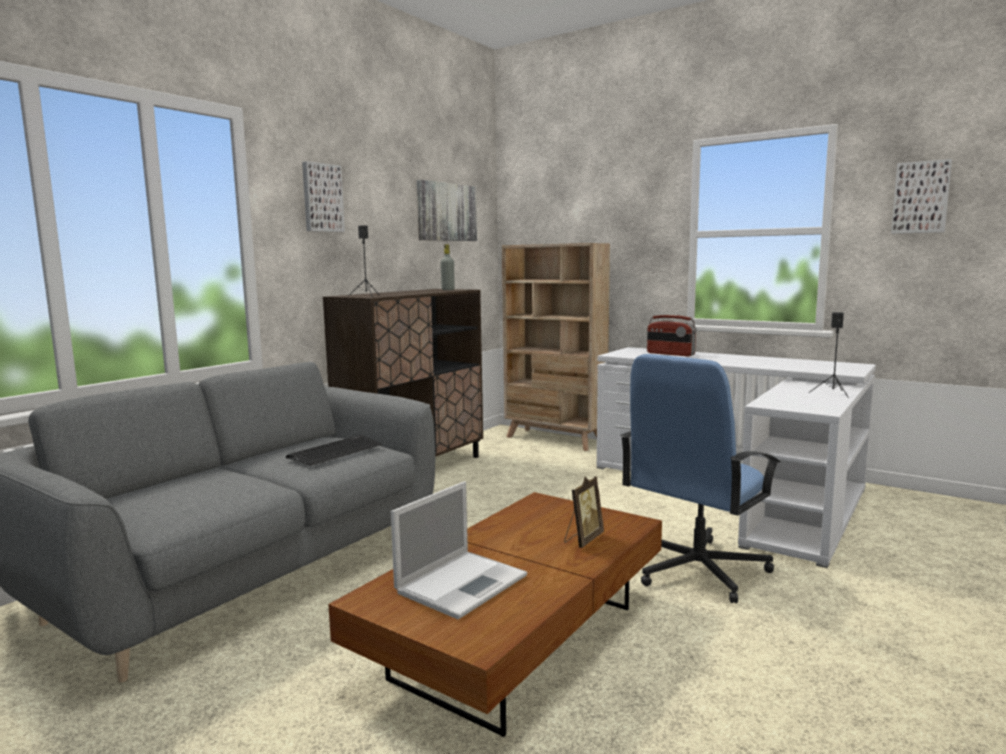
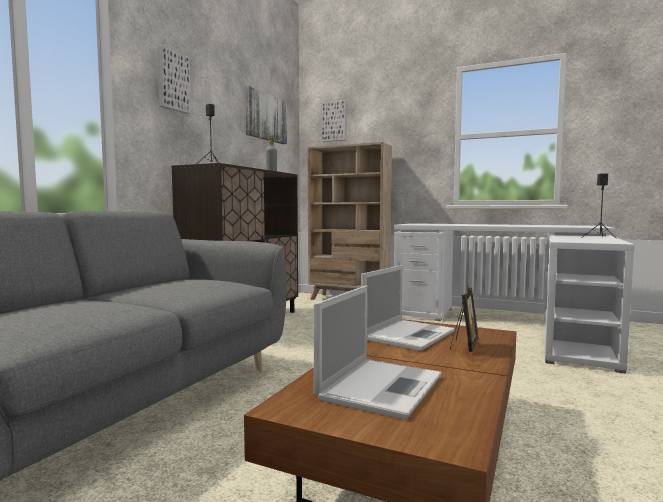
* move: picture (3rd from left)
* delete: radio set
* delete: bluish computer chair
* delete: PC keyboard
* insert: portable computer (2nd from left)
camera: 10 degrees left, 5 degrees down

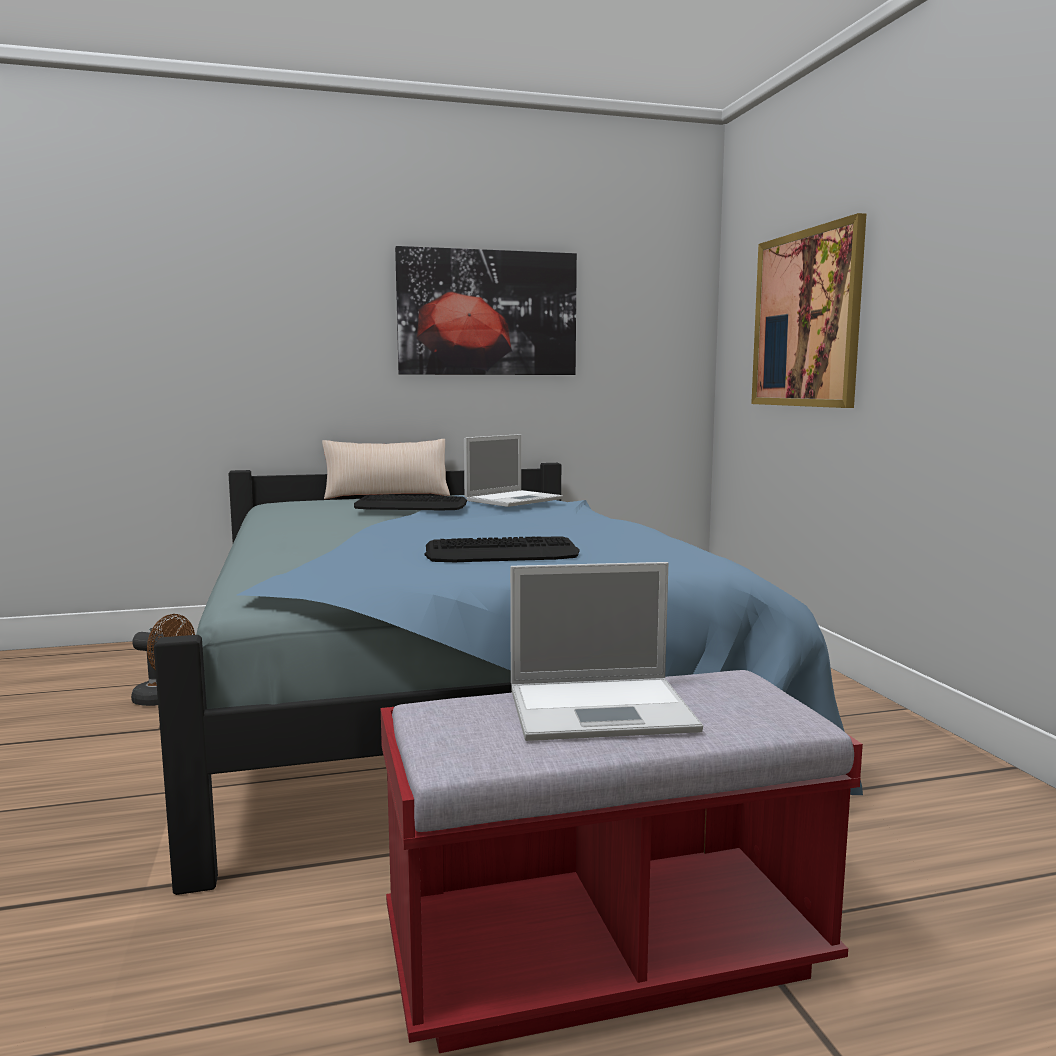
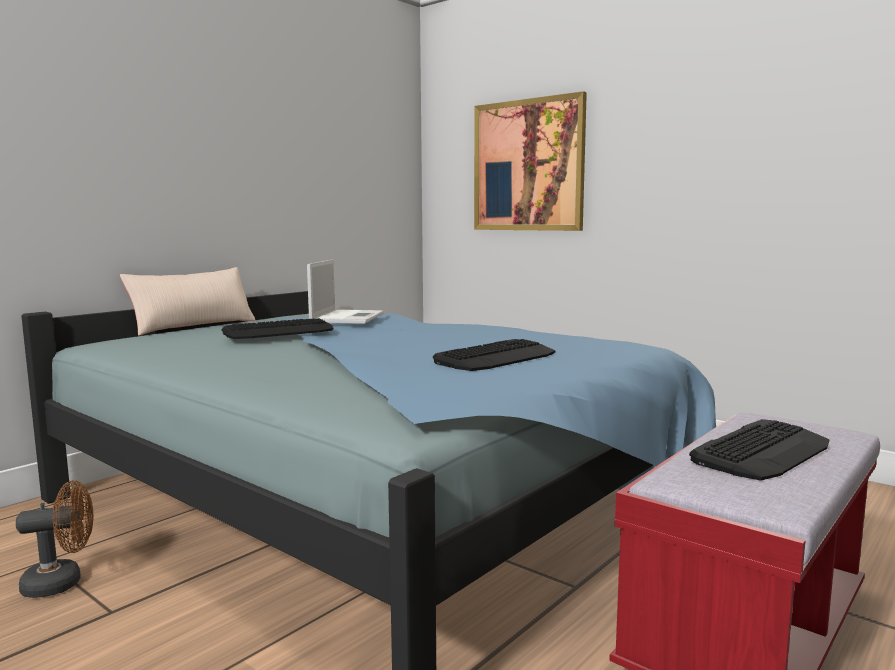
* delete: picture (1st from left)
* replace: portable computer (2nd from left) to PC keyboard (3rd from left)
camera: 35 degrees left, 0 degrees up

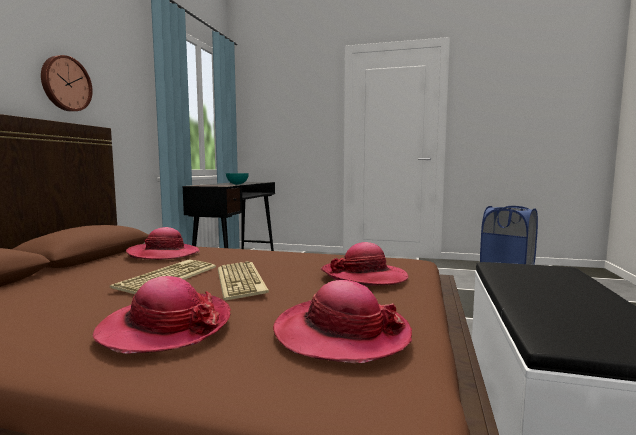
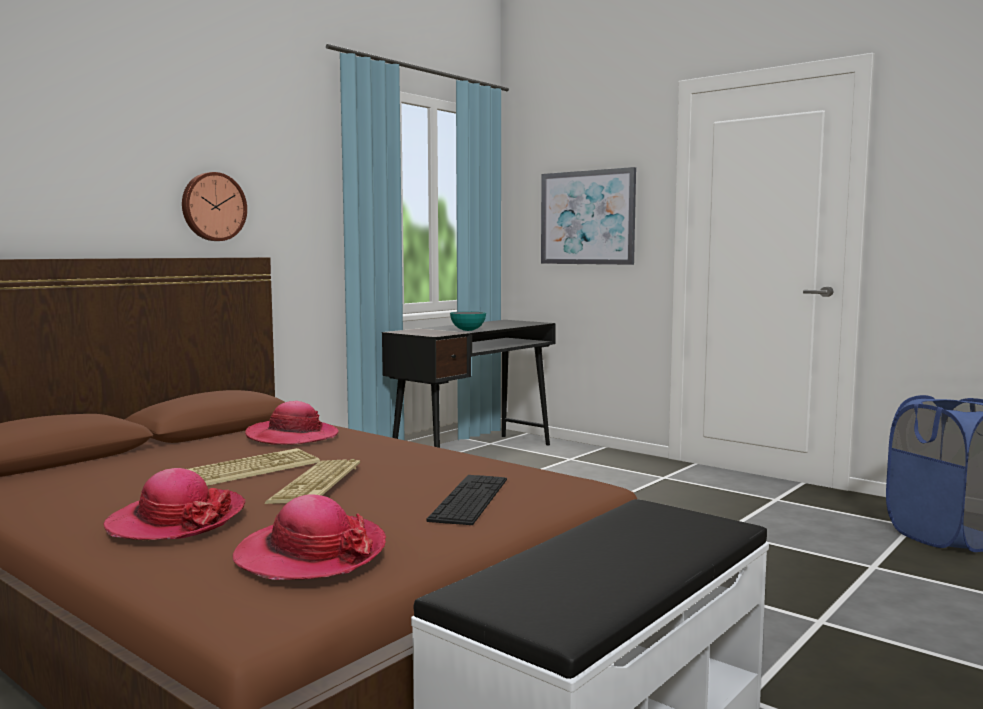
* replace: wearable hat (4th from left) to PC keyboard (3rd from left)
* insert: picture
camera: 25 degrees right, 0 degrees up

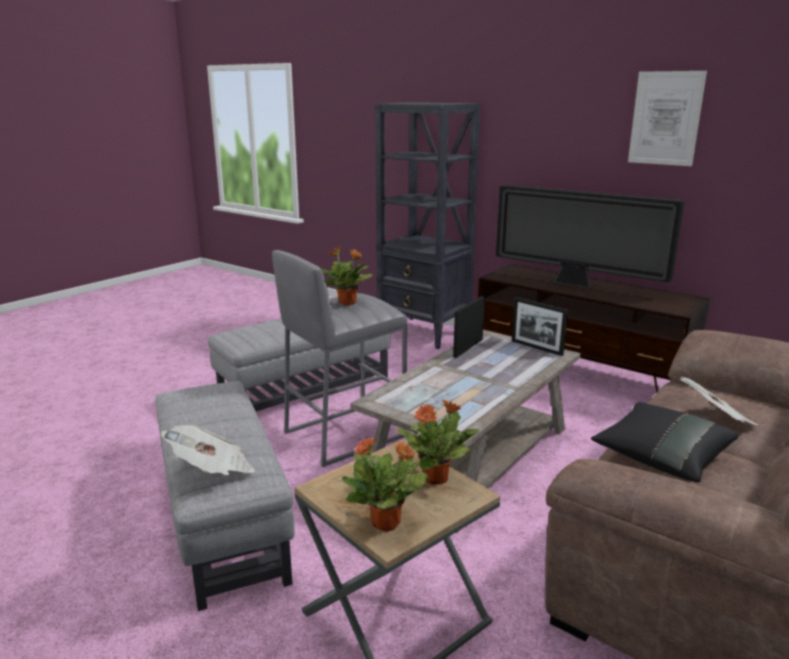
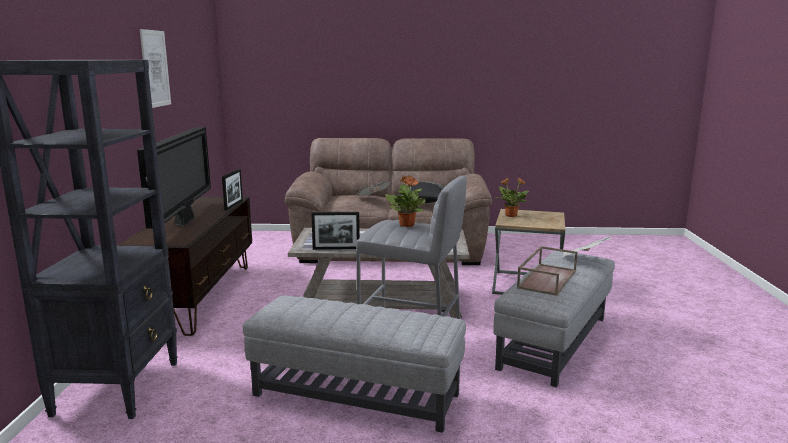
* move: photo frame (2nd from left in the first image) to photo frame (1st from left)
* delete: houseplant (2nd from left)
* insert: brown-coloured tray
camera: 125 degrees left, 5 degrees down

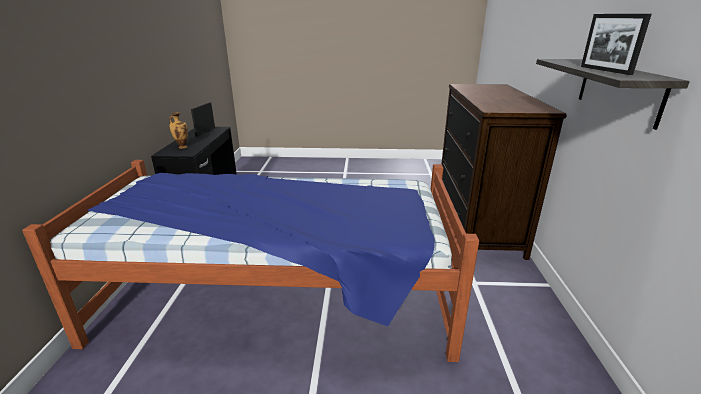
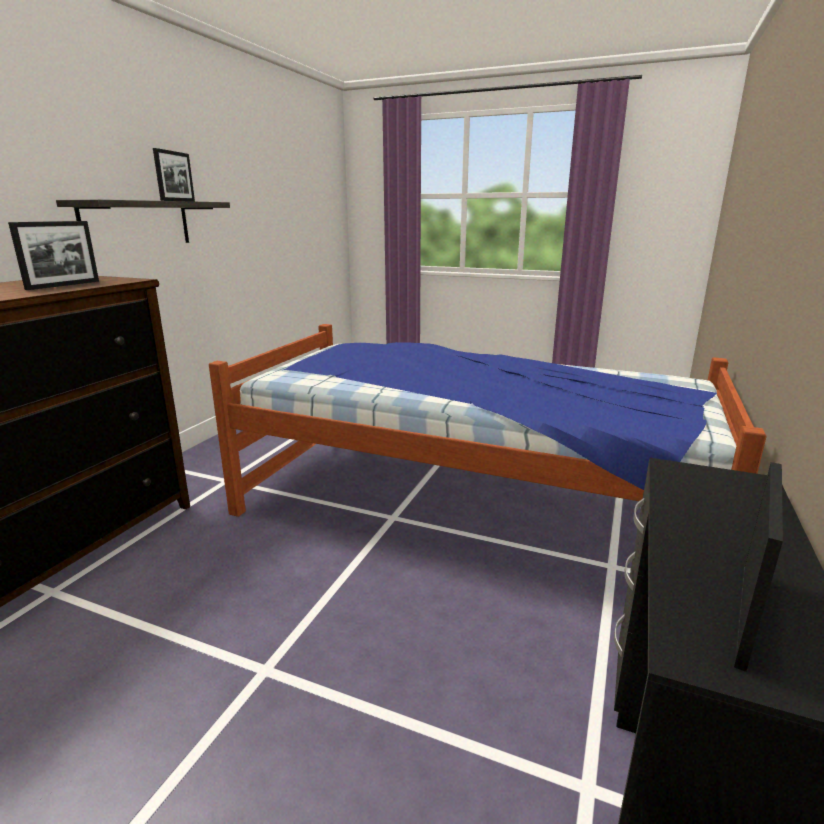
* delete: decorative vase
* insert: photo frame (1st from left)
camera: 160 degrees left, 5 degrees down

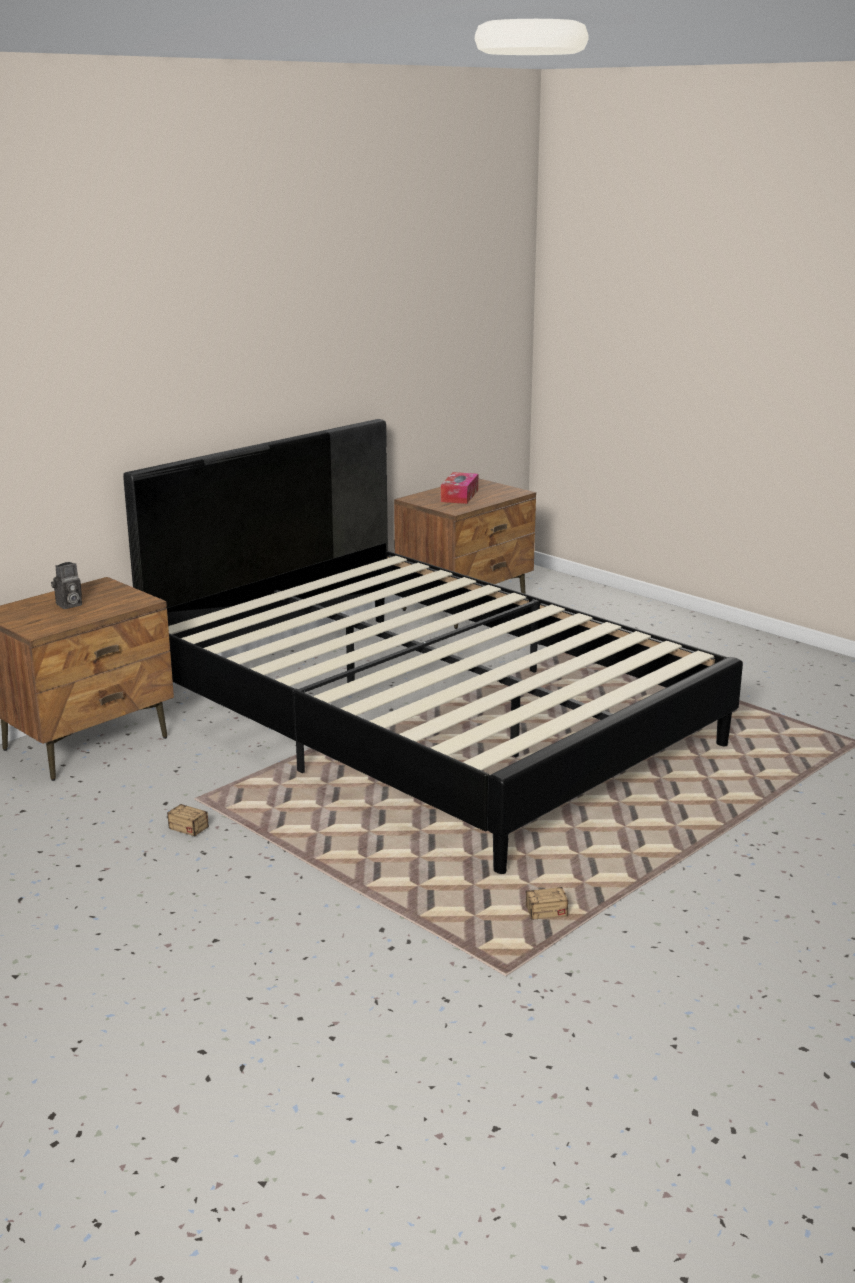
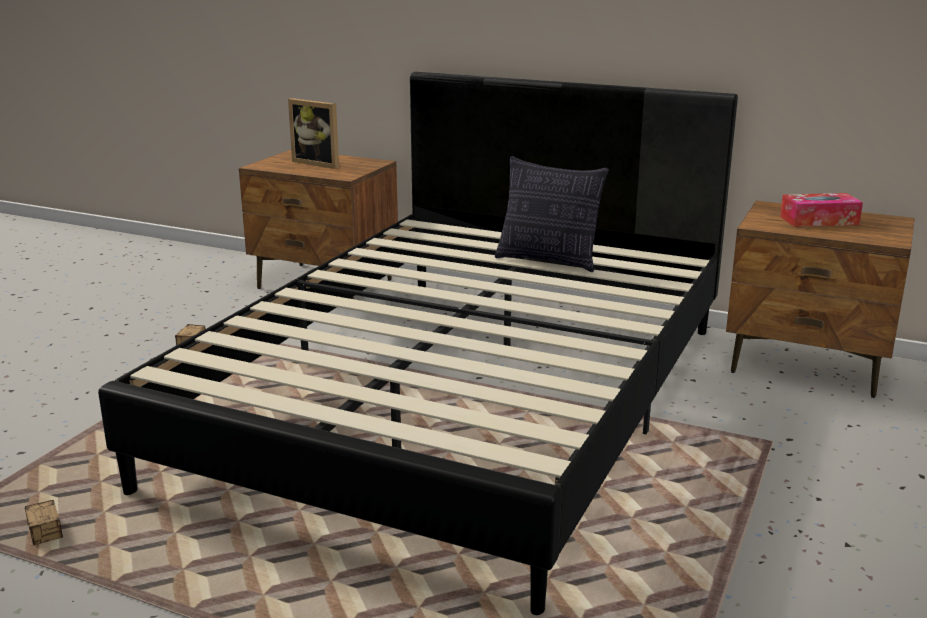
* replace: still camera to photo frame
* insert: throw pillow
camera: 70 degrees right, 0 degrees up

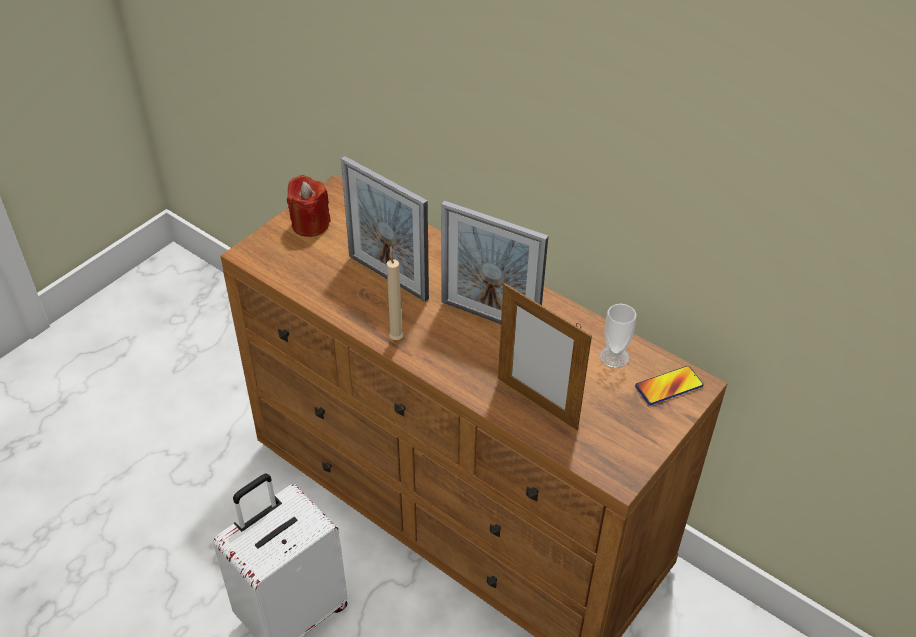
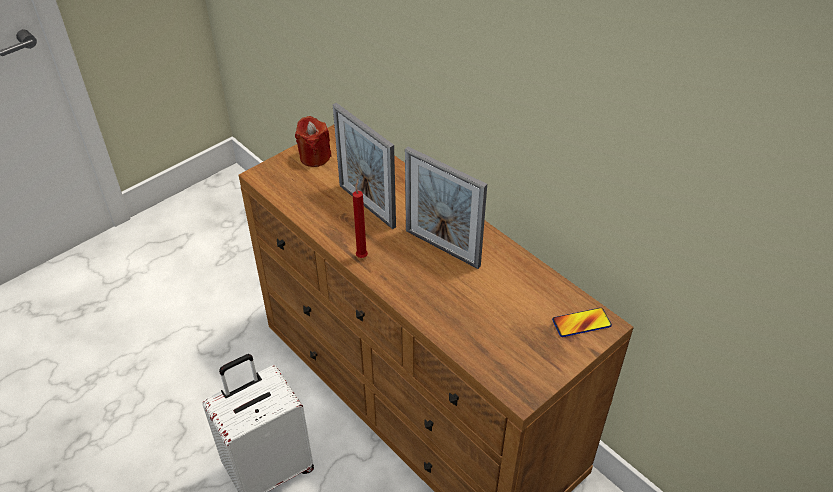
* recolor: beige-coloured candle to reddish candle (2nd from left)
* delete: photo frame (3rd from left)
* delete: drinking cup
camera: 10 degrees right, 0 degrees up

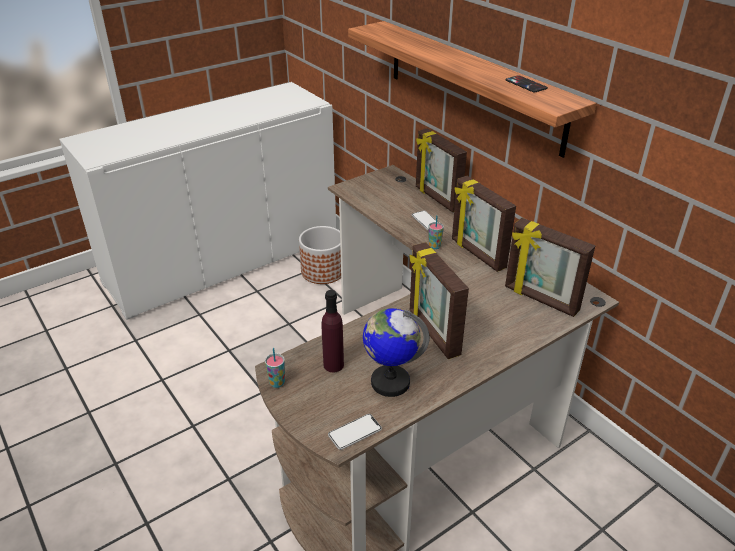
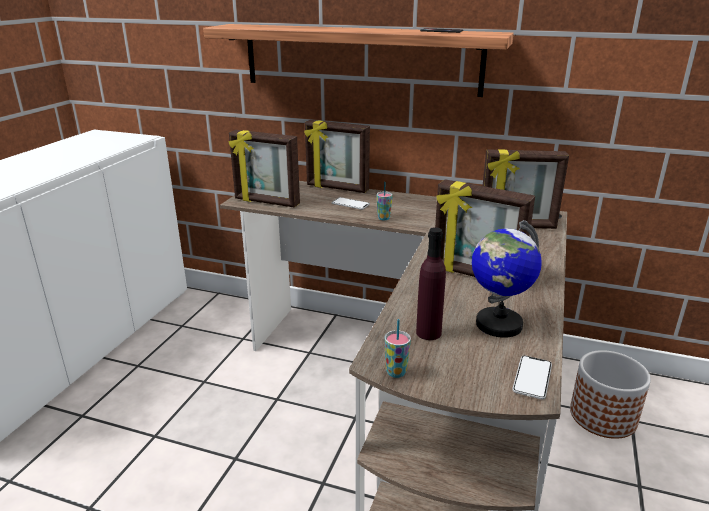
* move: photo frame (3rd from left in the first image) to photo frame (1st from left)
* move: planter
camera: 35 degrees left, 10 degrees down

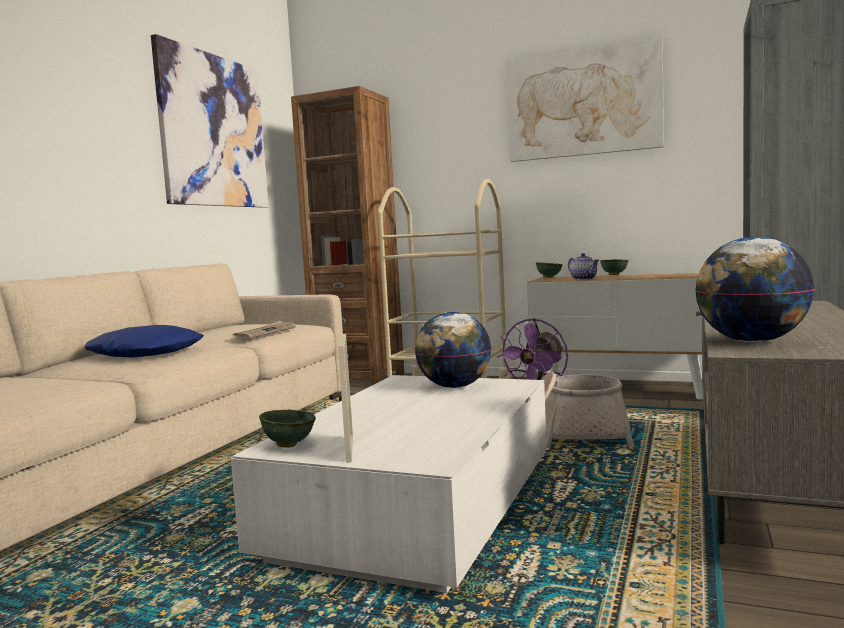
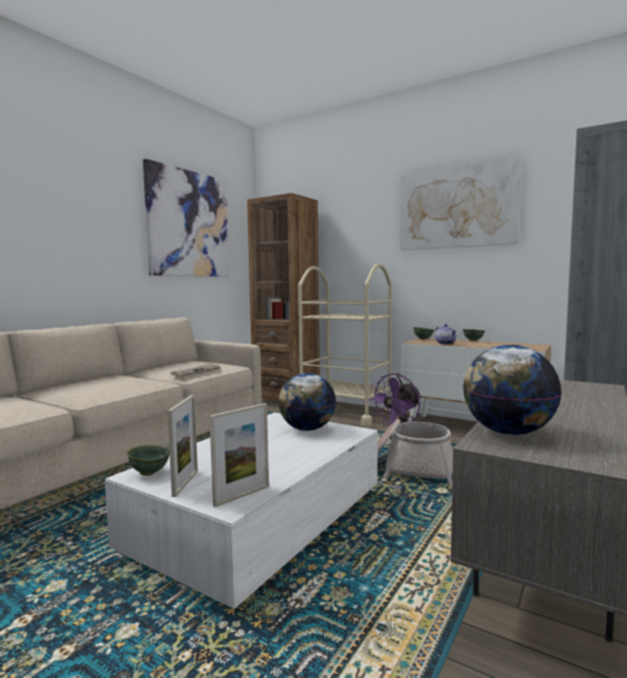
* delete: bluish throw pillow
* insert: photo frame (2nd from left)
camera: 10 degrees right, 0 degrees up

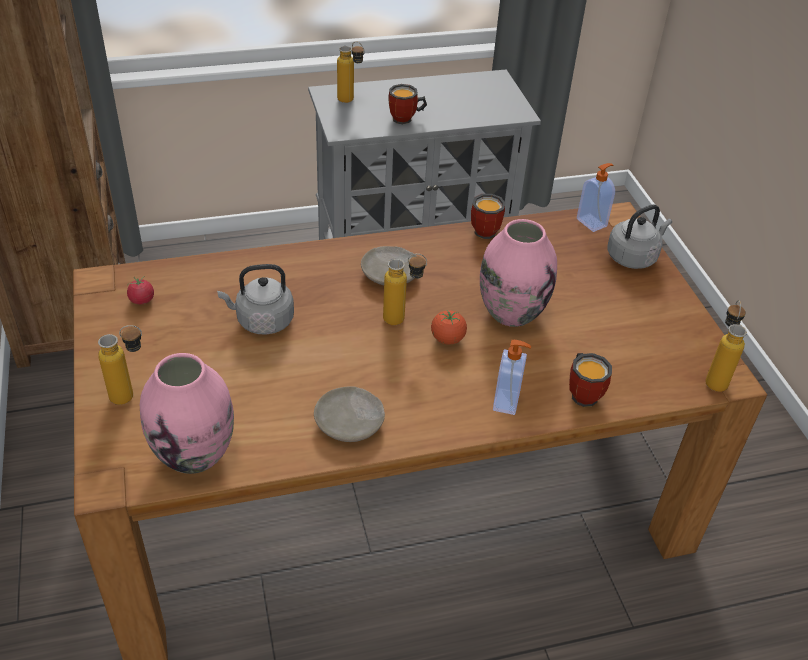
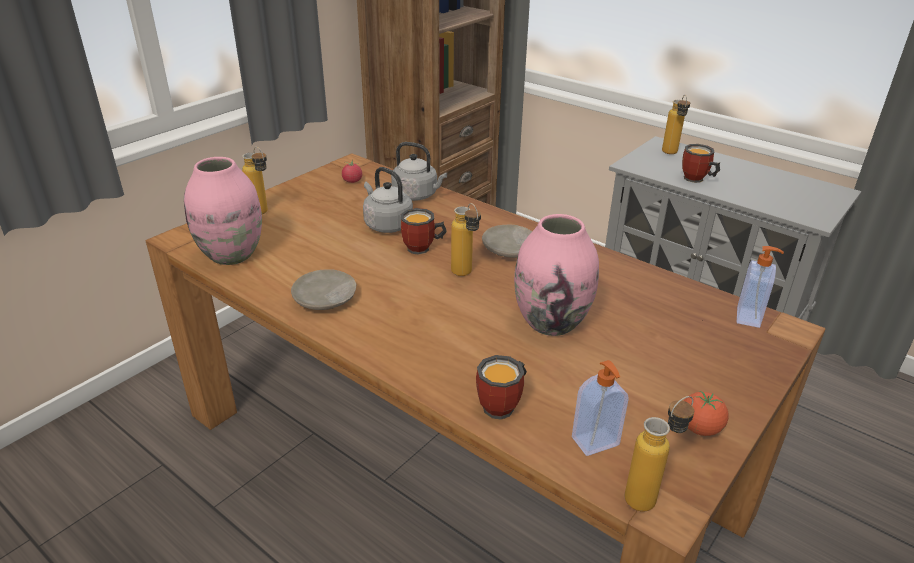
* move: tea mug (2nd from left in the first image) to tea mug (1st from left)
* move: grey tea kettle (2nd from left)
* move: tomato (2nd from left)
* move: liquid soap bottle (1st from left)
camera: 55 degrees right, 10 degrees down

